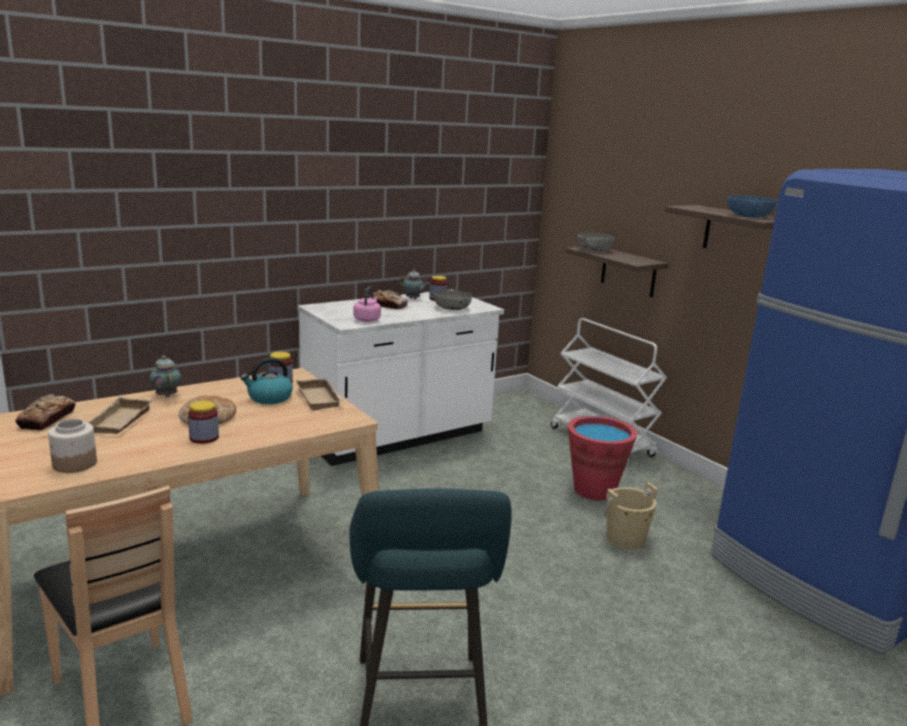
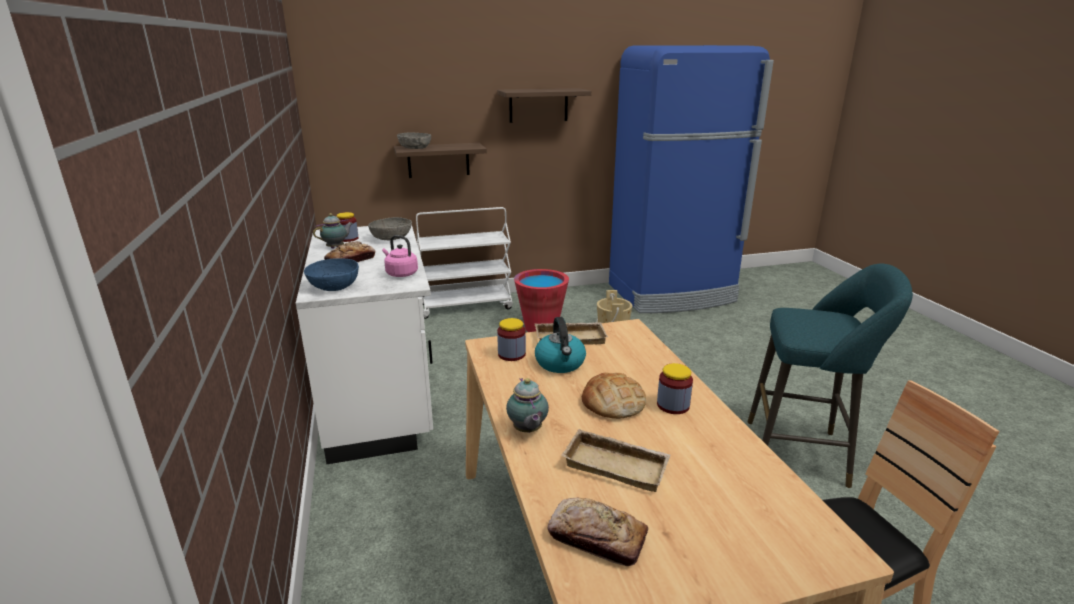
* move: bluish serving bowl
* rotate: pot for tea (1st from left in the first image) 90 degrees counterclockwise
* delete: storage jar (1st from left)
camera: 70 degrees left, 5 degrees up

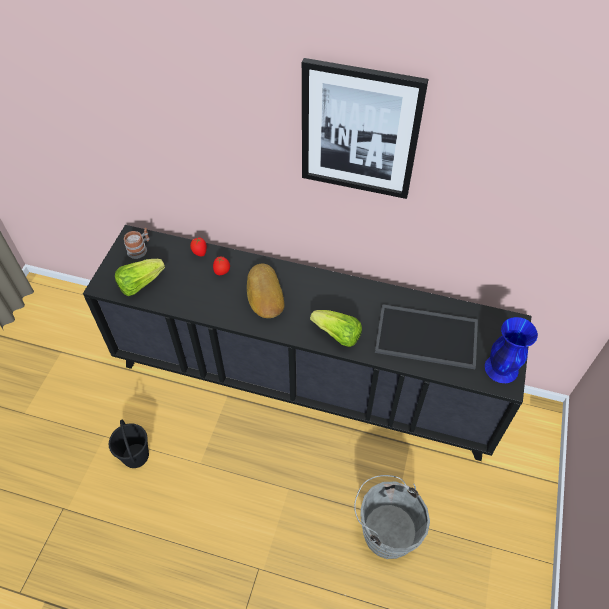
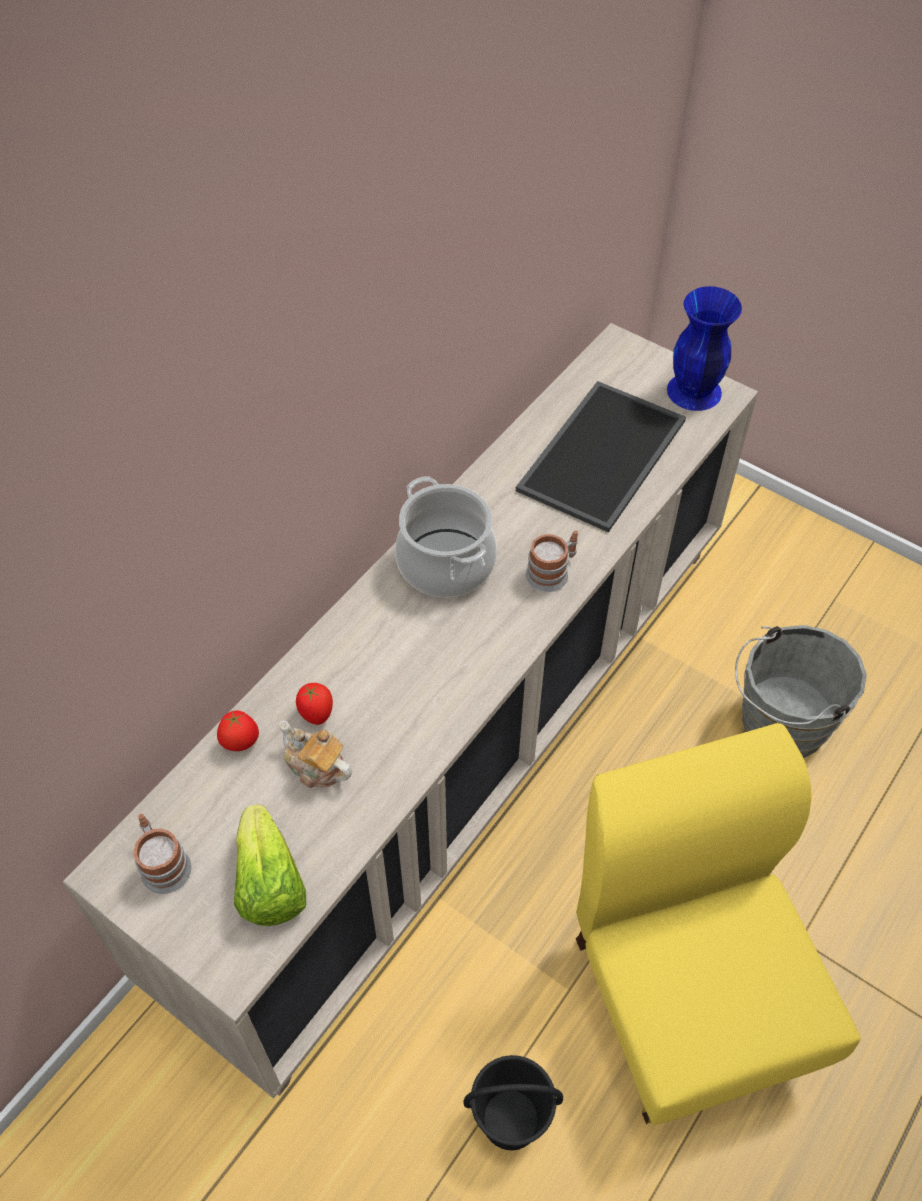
* delete: picture
* recolor: black storage cabinet to beige-coloured storage cabinet
* delete: baked bread
* replace: lettuce head (2nd from left) to tea mug (2nd from left)
* insert: stockpot
* insert: pot for tea
* insert: yellow upright chair
camera: 70 degrees left, 0 degrees up

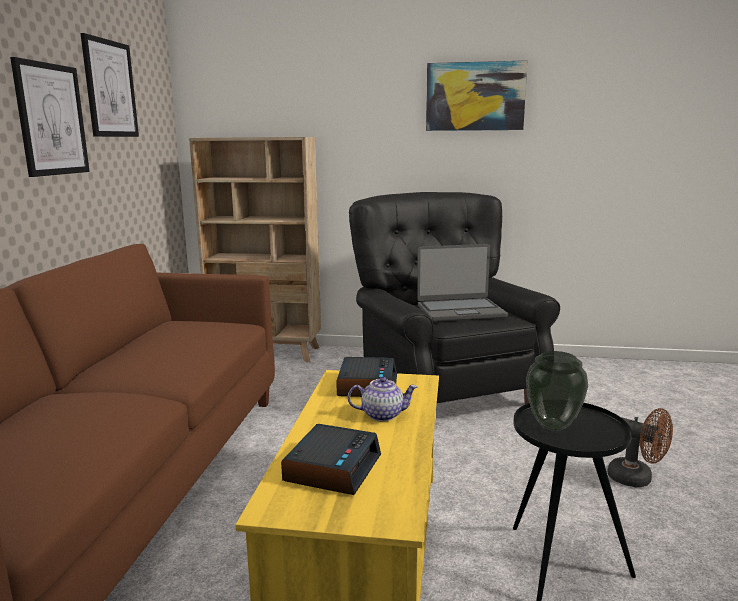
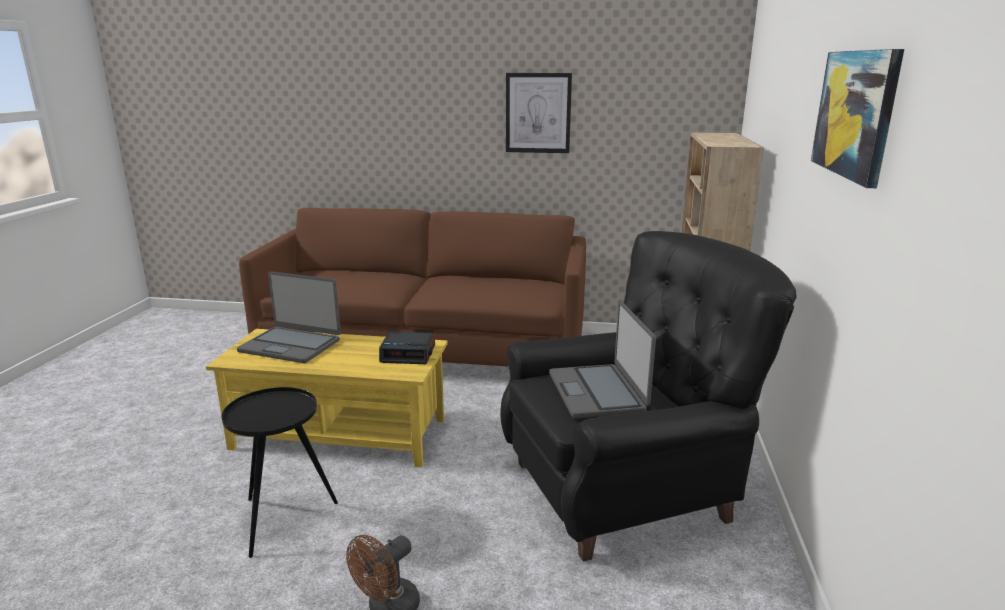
* delete: picture (2nd from left)
* delete: decorative vase
* delete: pot for tea
* replace: table clock (1st from left) to portable computer (1st from left)
camera: 90 degrees right, 5 degrees up

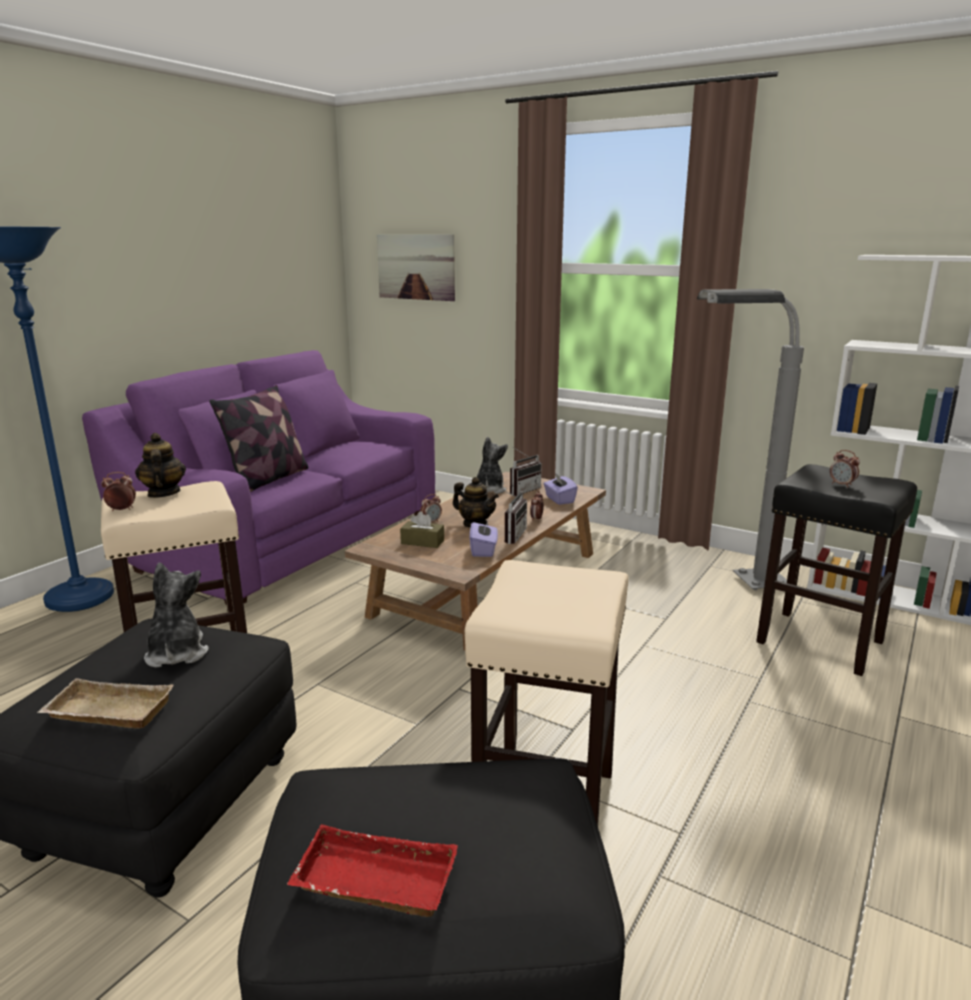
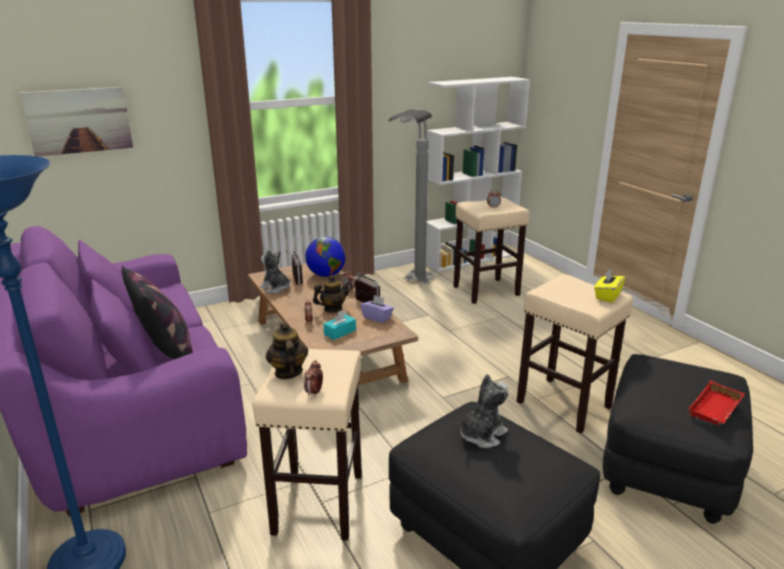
* rotate: pot for tea (1st from left) 60 degrees clockwise
* recolor: black sitting stool to beige-coloured sitting stool (2nd from left)
* replace: purple box of tissues (2nd from left) to world globe
* recolor: brown-coloured box of tissues to turquoise-coloured box of tissues
* rotate: cuddly toy (1st from left in the first image) 120 degrees clockwise
* delete: beige-coloured tray
* insert: yellow box of tissues
camera: 60 degrees left, 5 degrees up

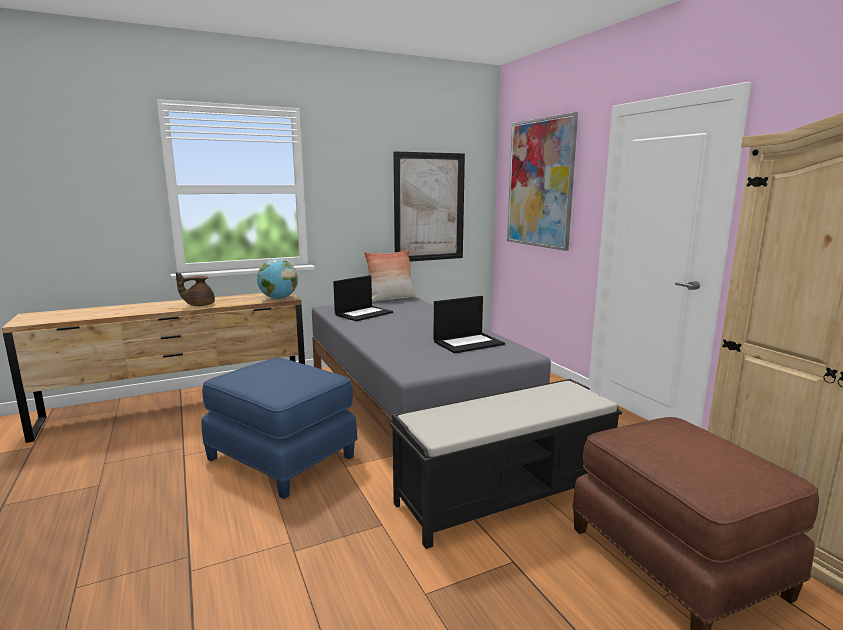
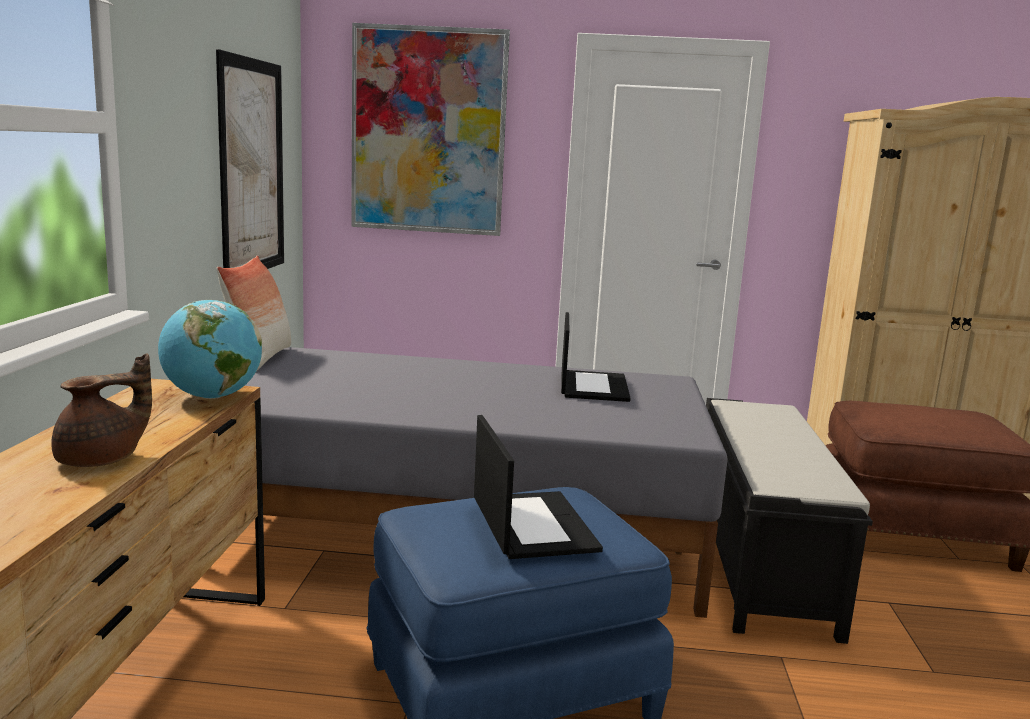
* rotate: brown-coloured pot for tea 135 degrees counterclockwise
* move: portable computer (1st from left)
camera: 60 degrees left, 0 degrees up

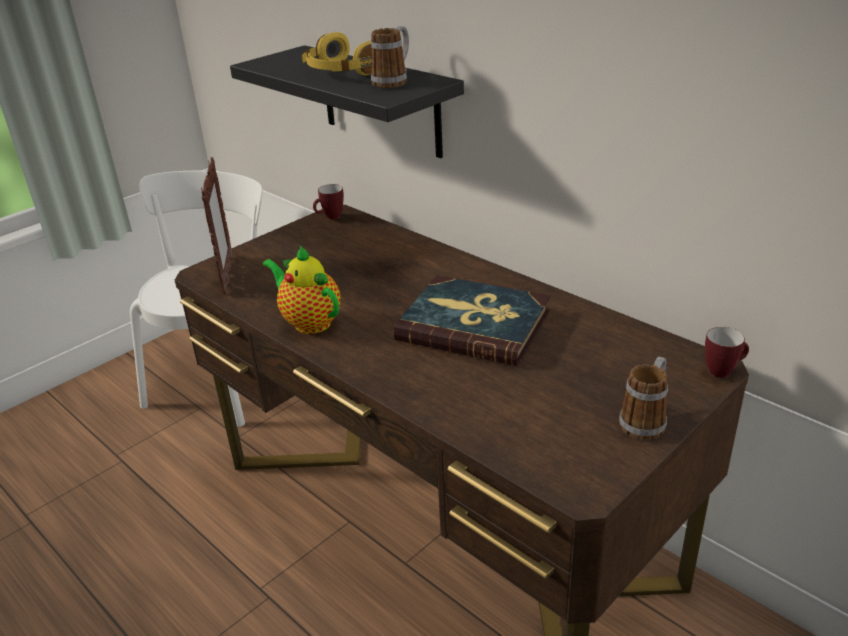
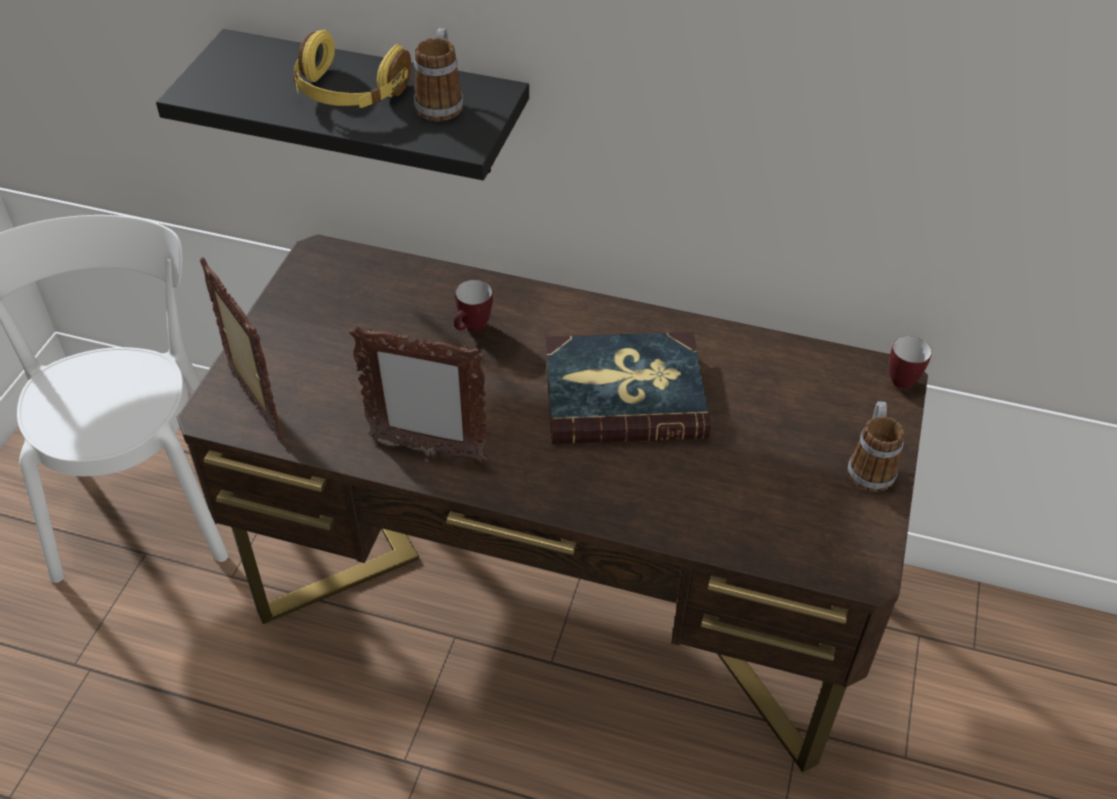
* move: tea mug (1st from left in the first image) to tea mug (2nd from left)
* replace: pot for tea to photo frame (2nd from left)
camera: 30 degrees left, 15 degrees up

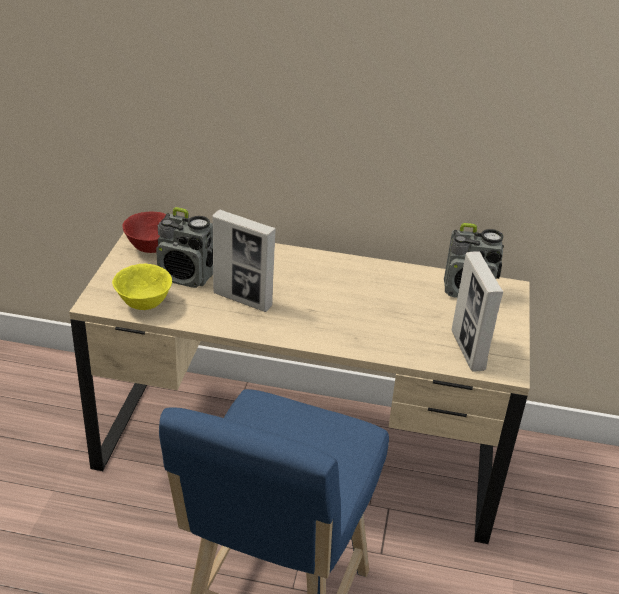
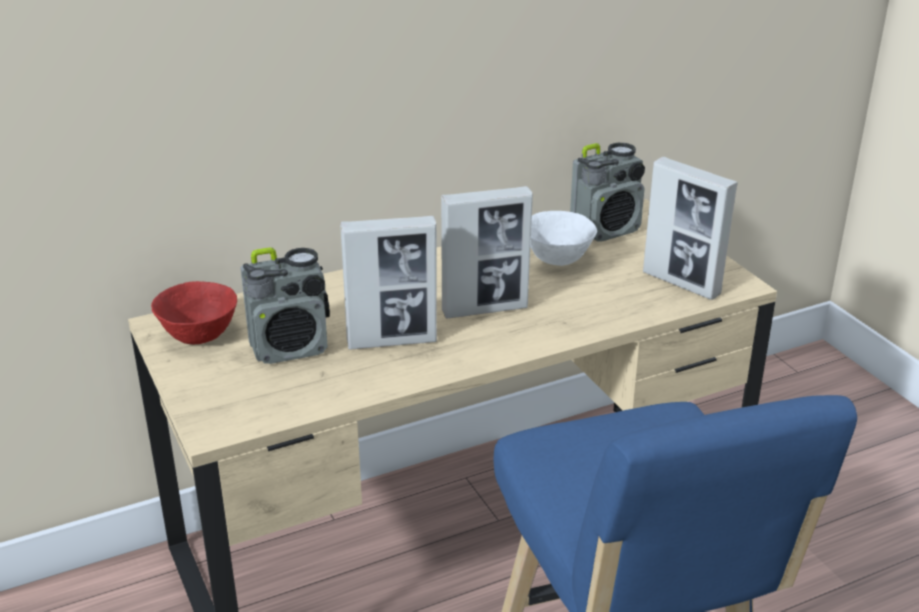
* delete: yellow serving bowl
* insert: photo frame (2nd from left)
* insert: whitish serving bowl
camera: 35 degrees left, 5 degrees down

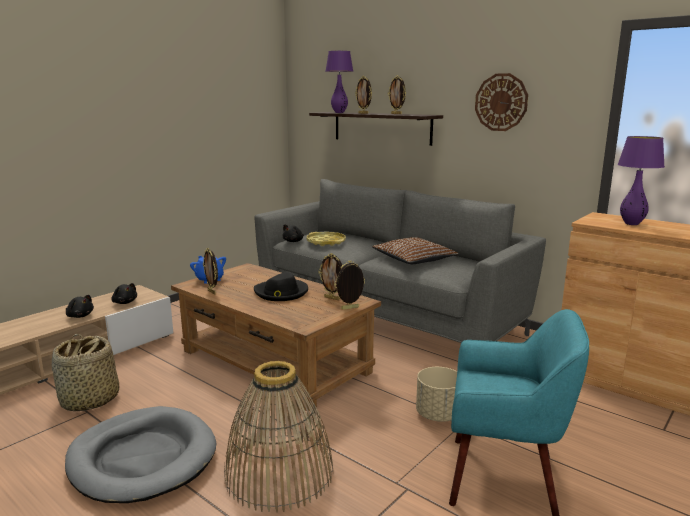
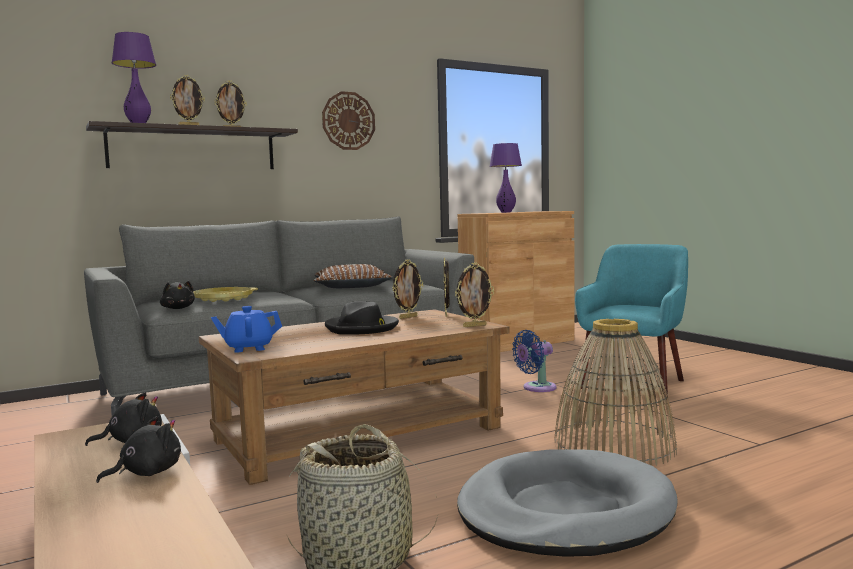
* move: photo frame (1st from left in the first image) to photo frame (5th from left)
* replace: beige-coloured planter to bluish fan
camera: 70 degrees left, 10 degrees down

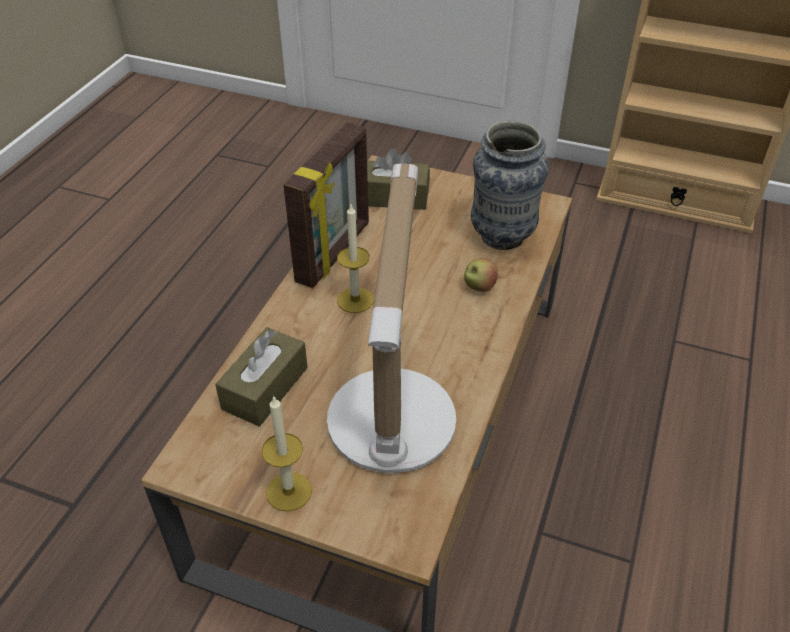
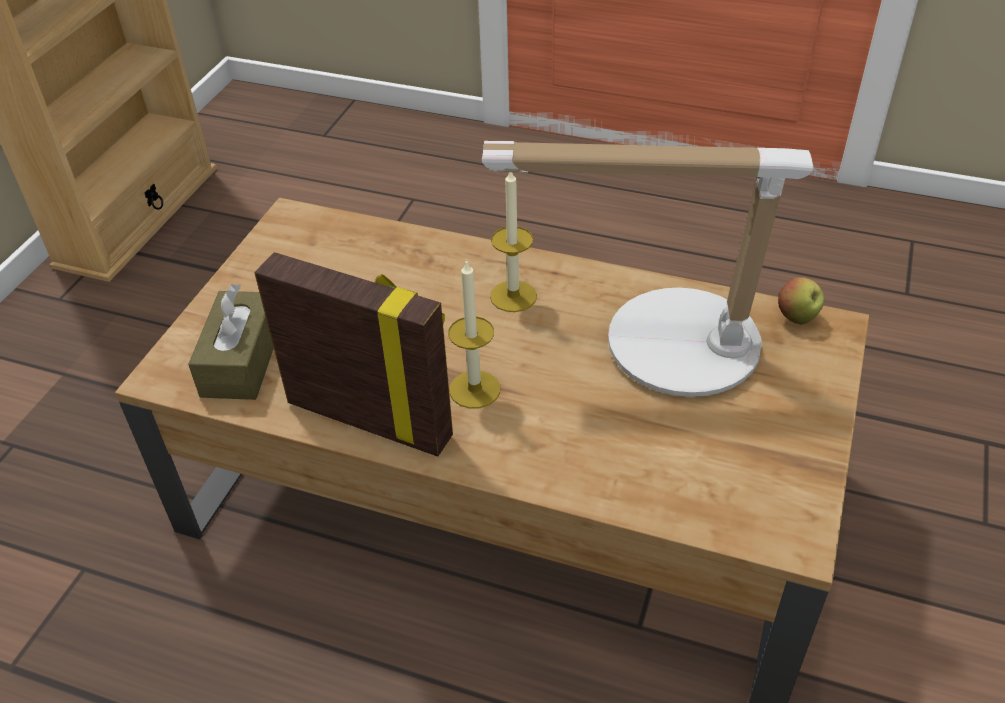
* delete: decorative vase
* move: whole apple
* delete: brown-coloured box of tissues (1st from left)
* move: candle (1st from left in the first image) to candle (2nd from left)
camera: 90 degrees left, 0 degrees up

